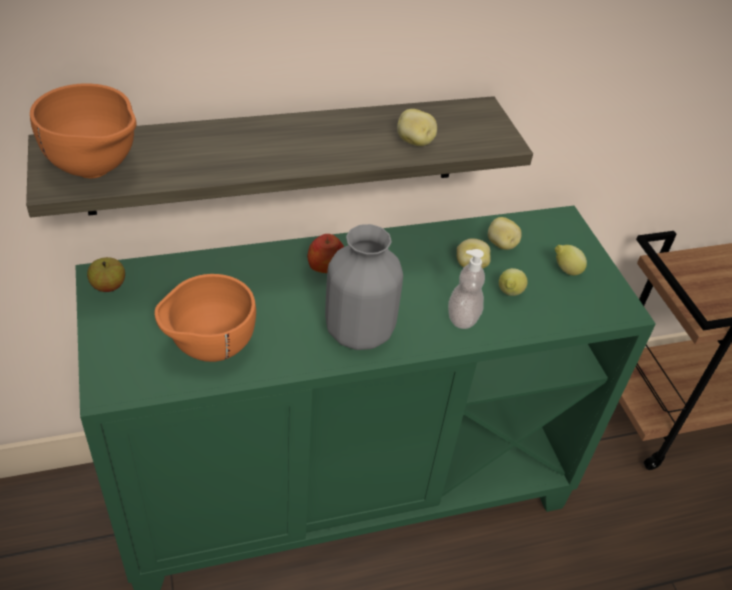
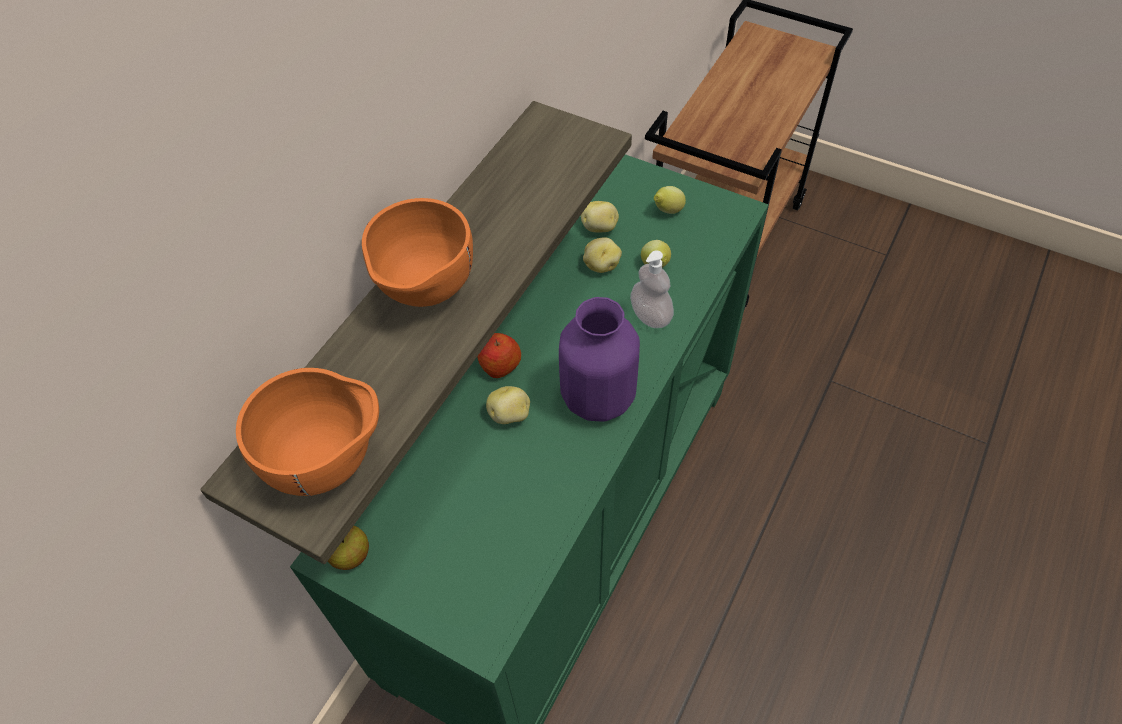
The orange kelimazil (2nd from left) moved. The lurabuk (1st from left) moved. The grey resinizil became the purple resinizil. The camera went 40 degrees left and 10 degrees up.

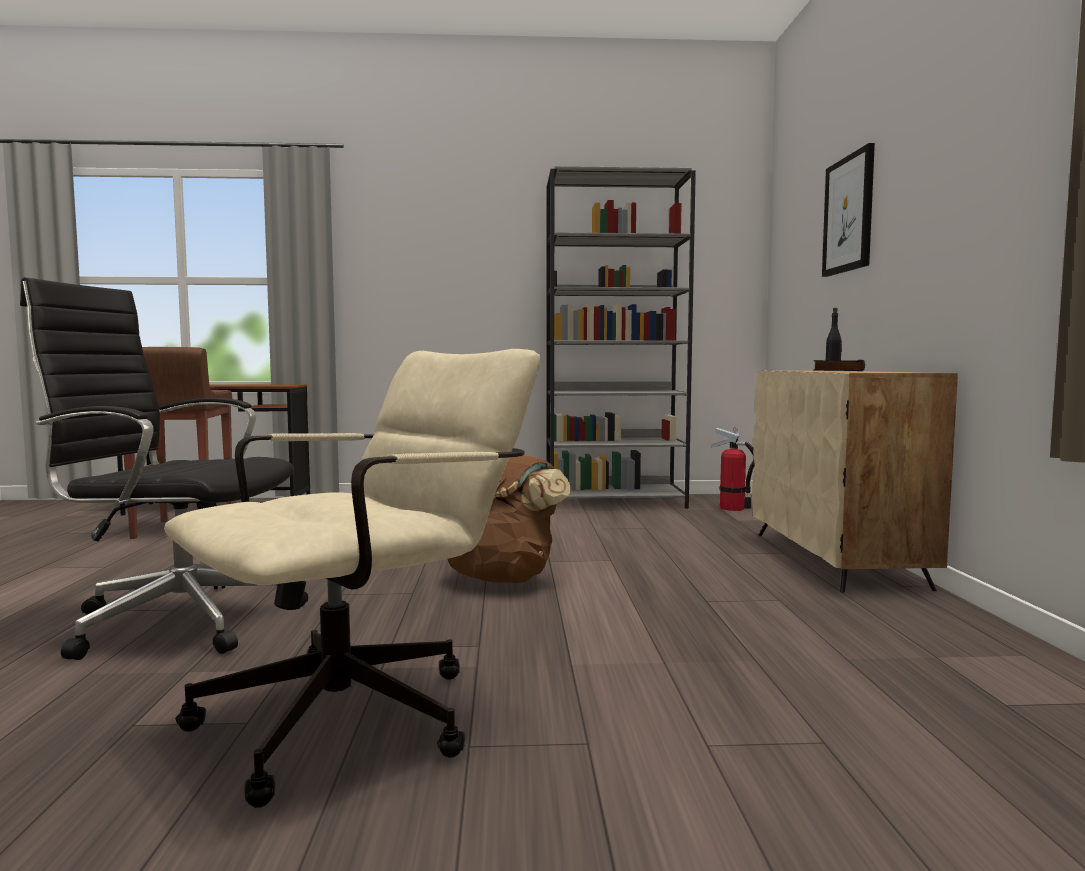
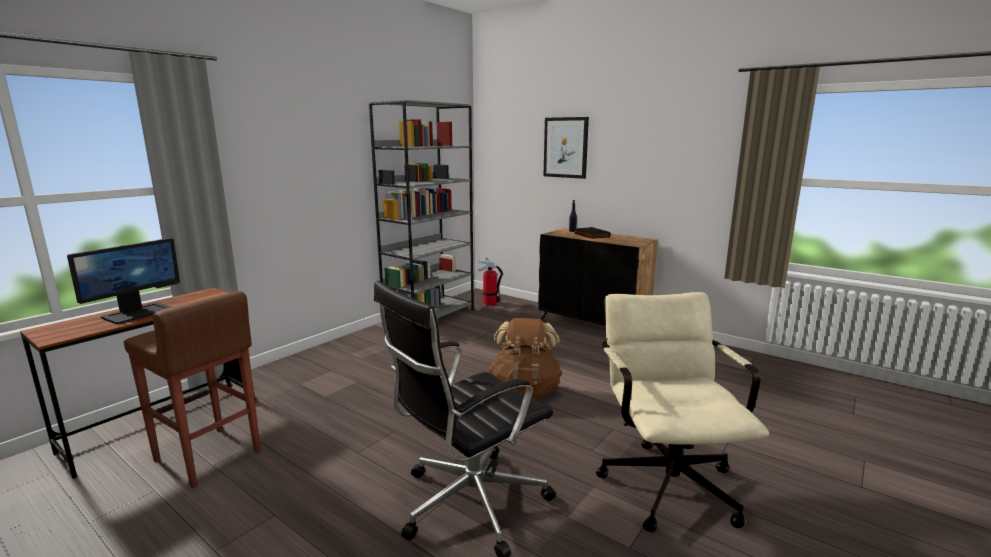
The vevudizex appeared. The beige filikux became the black filikux. The camera went 50 degrees left and 10 degrees up.

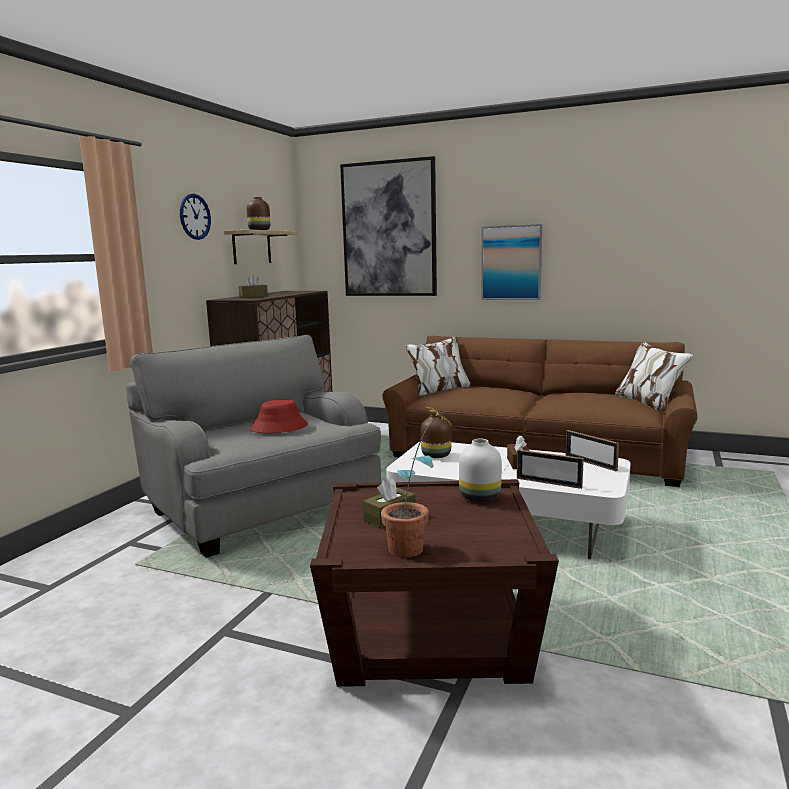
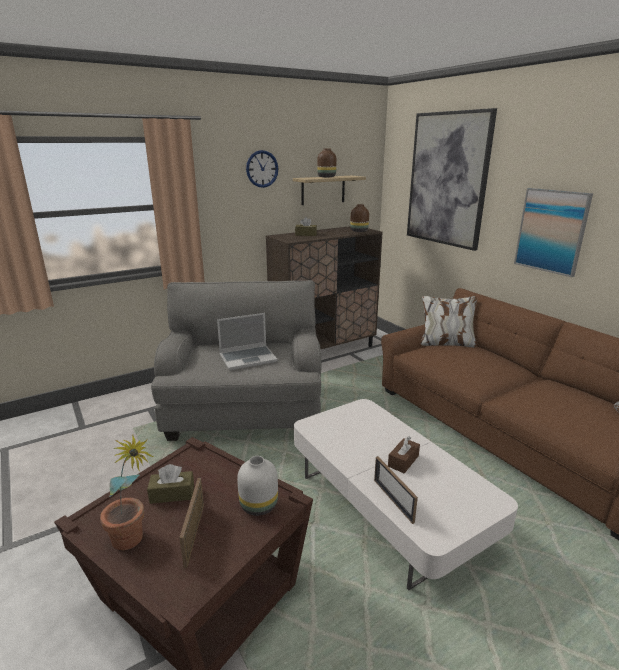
The brown resinizil (2nd from left) moved. The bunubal (2nd from left in the first image) moved. The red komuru was replaced by the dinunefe. The camera went 35 degrees right and 10 degrees up.

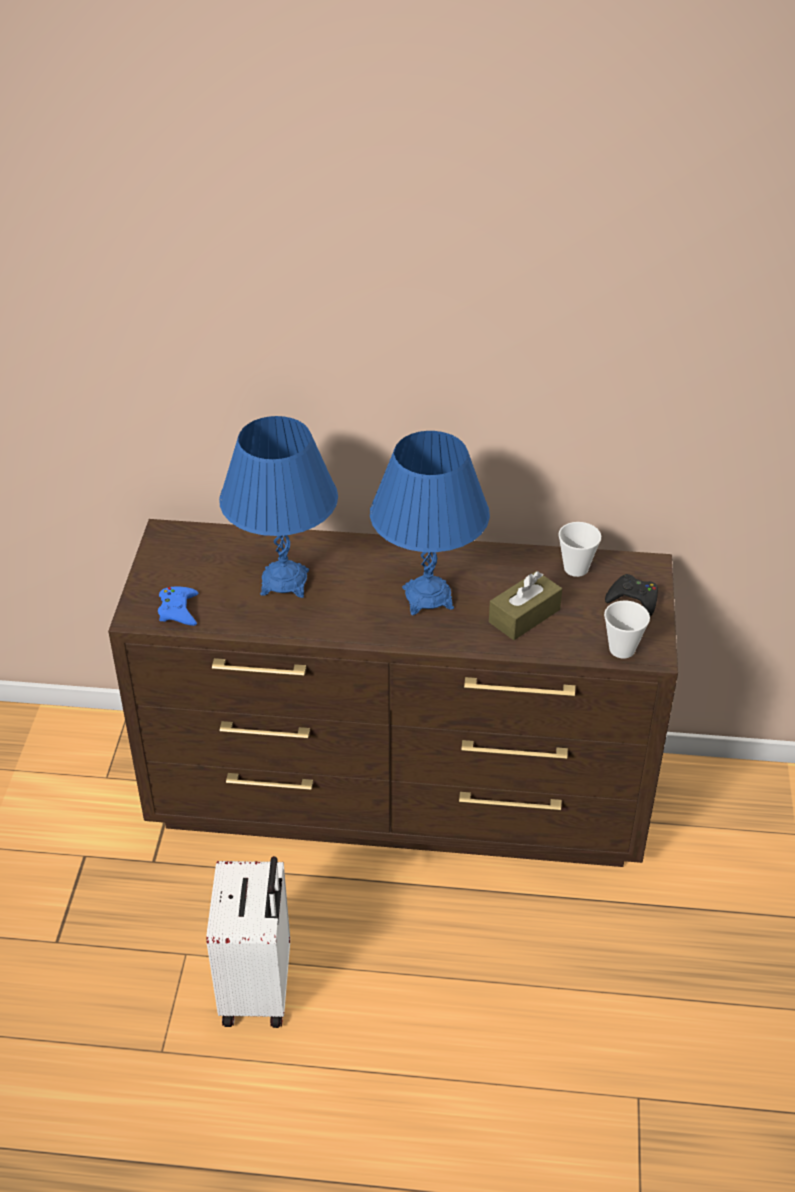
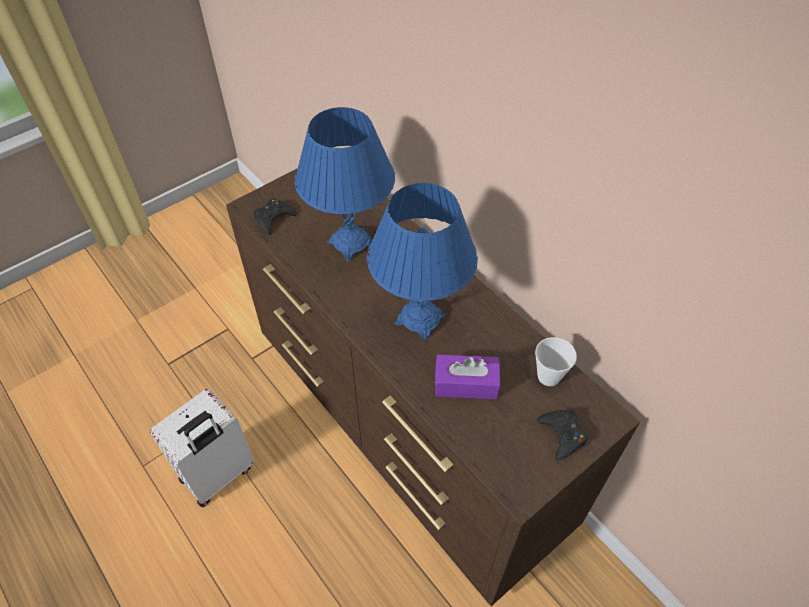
The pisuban (2nd from left) disappeared. The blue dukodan became the black dukodan (1st from left). The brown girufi became the purple girufi. The camera went 45 degrees right and 10 degrees up.

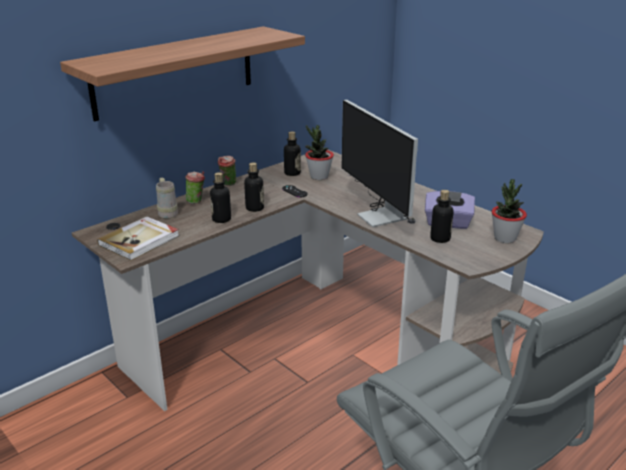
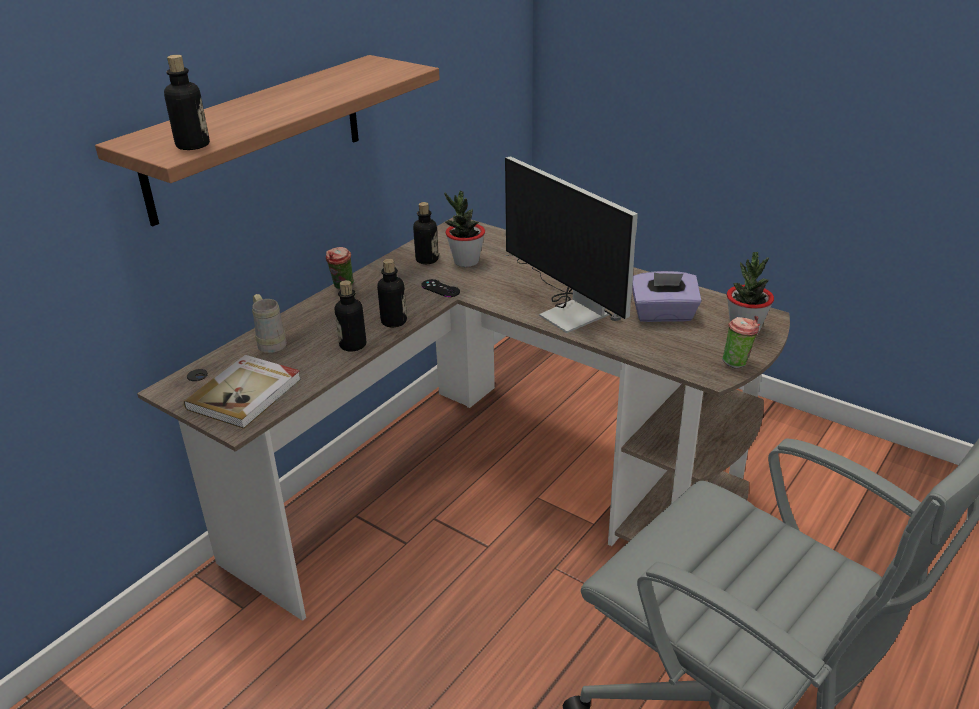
The pisuban (1st from left in the first image) moved. The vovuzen (4th from left in the first image) moved. The camera went 10 degrees left and 5 degrees up.

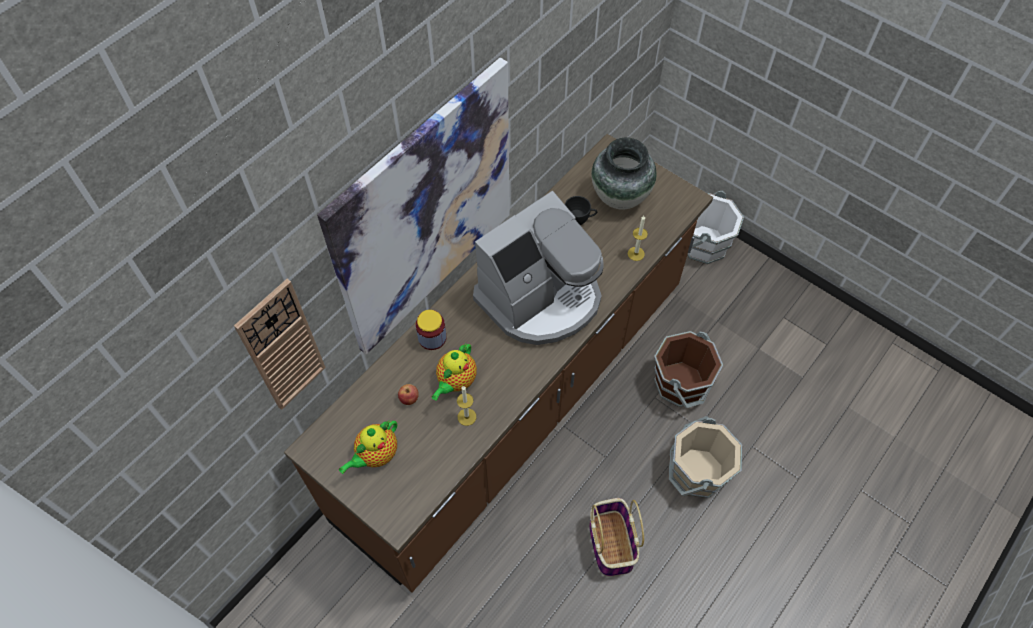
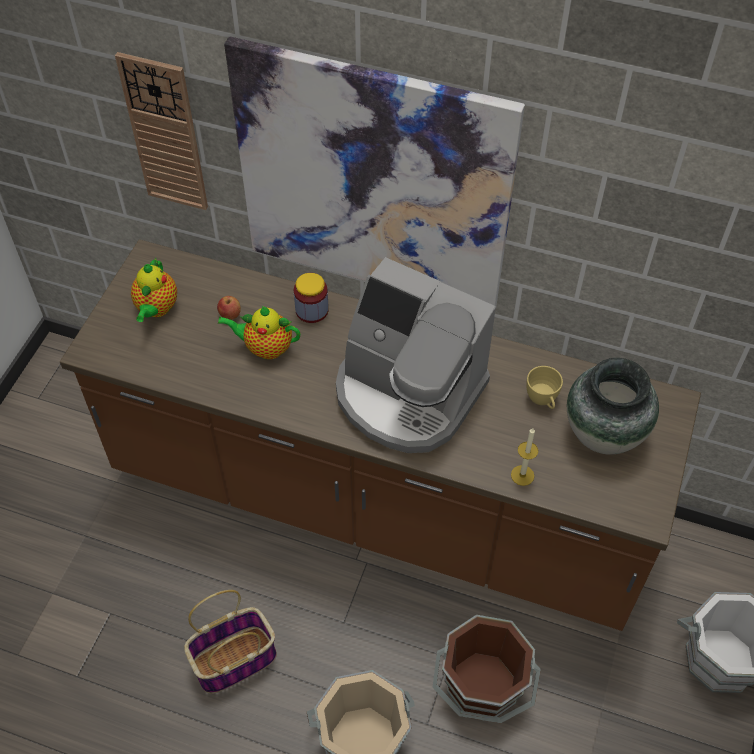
The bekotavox (1st from left) disappeared. The black pisuban became the yellow pisuban. The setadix (1st from left) turned 105 degrees counterclockwise. The camera went 70 degrees right and 5 degrees down.

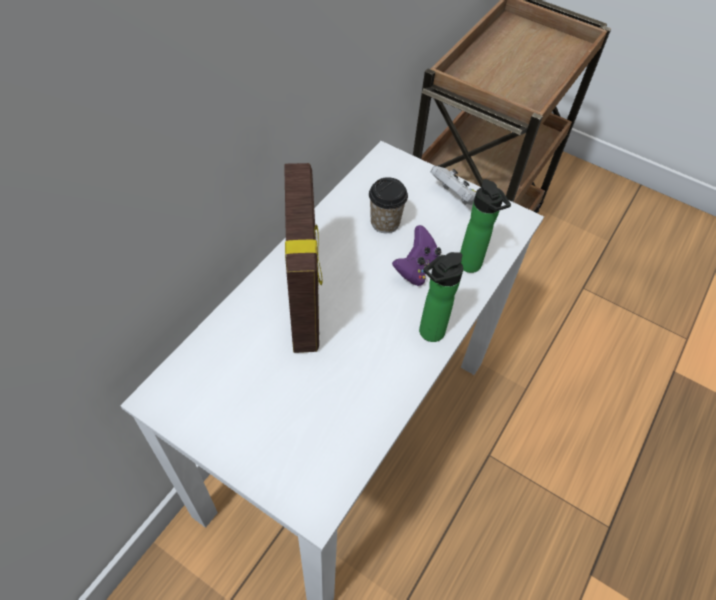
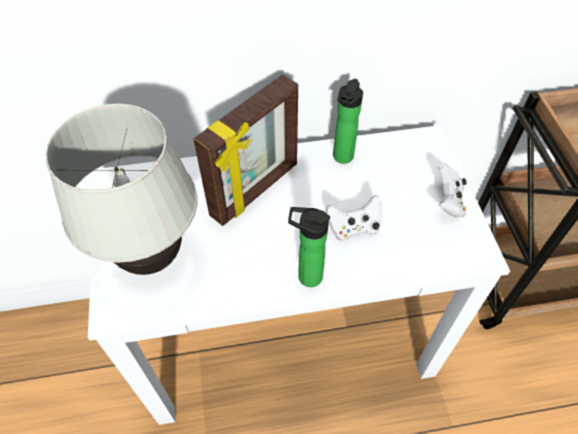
The pisuban disappeared. The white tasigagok appeared. The vovuzen (2nd from left) moved. The purple dukodan became the white dukodan (1st from left). The camera went 50 degrees right and 0 degrees up.

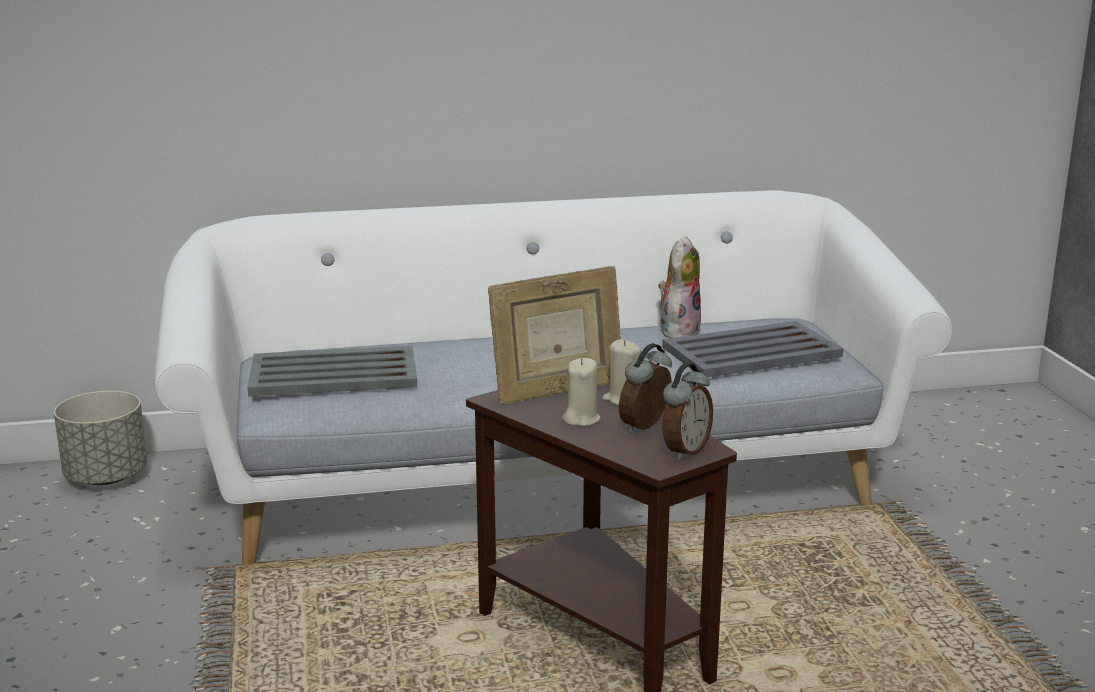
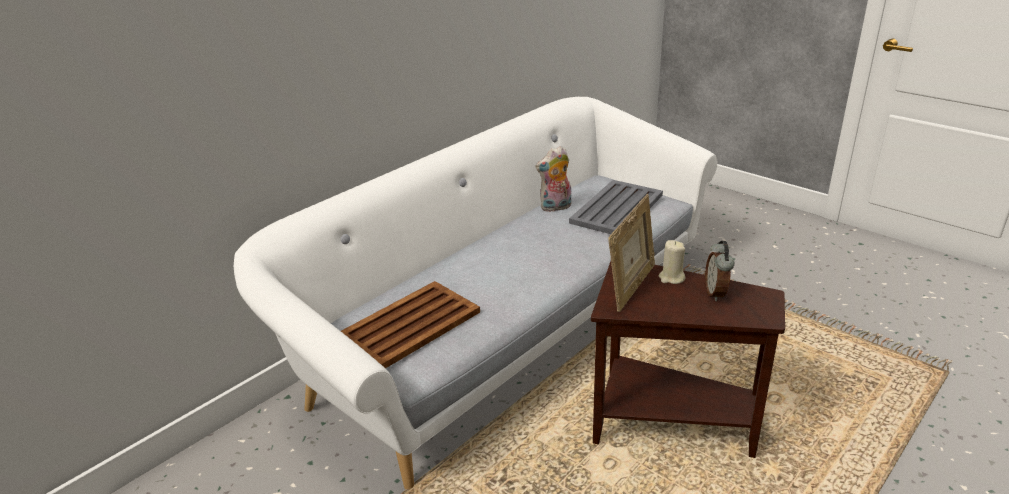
The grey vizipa disappeared. The beige bekotavox (1st from left) disappeared. The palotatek (2nd from left) disappeared. The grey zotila (1st from left) became the brown zotila. The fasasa turned 105 degrees counterclockwise. The camera went 35 degrees left and 10 degrees up.

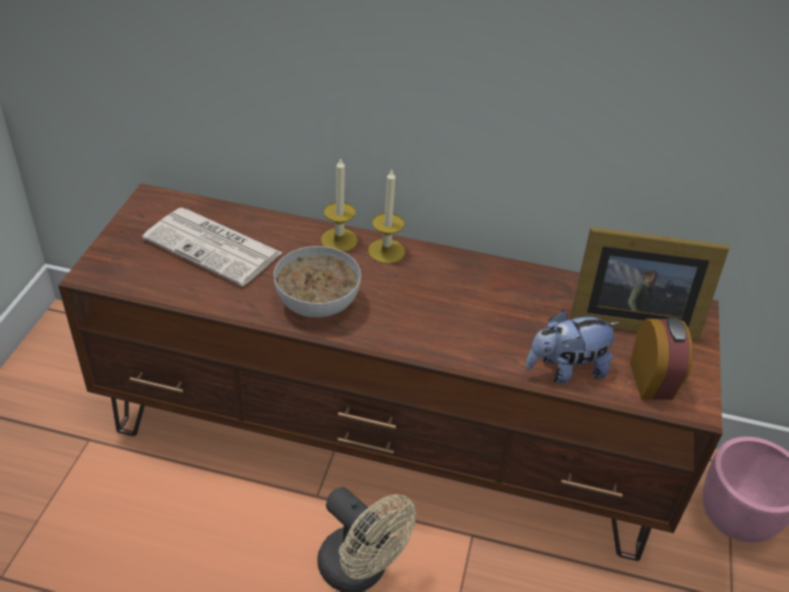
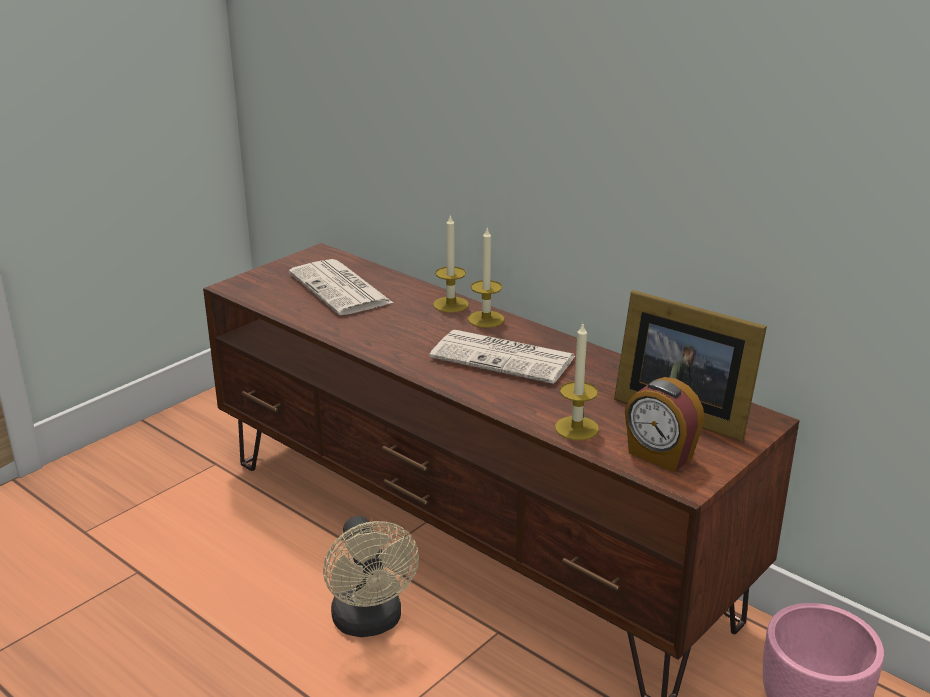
The kelimazil disappeared. The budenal (2nd from left) appeared. The fasasa was replaced by the bekotavox (3rd from left). The palotatek turned 105 degrees clockwise. The camera went 30 degrees right and 15 degrees down.

